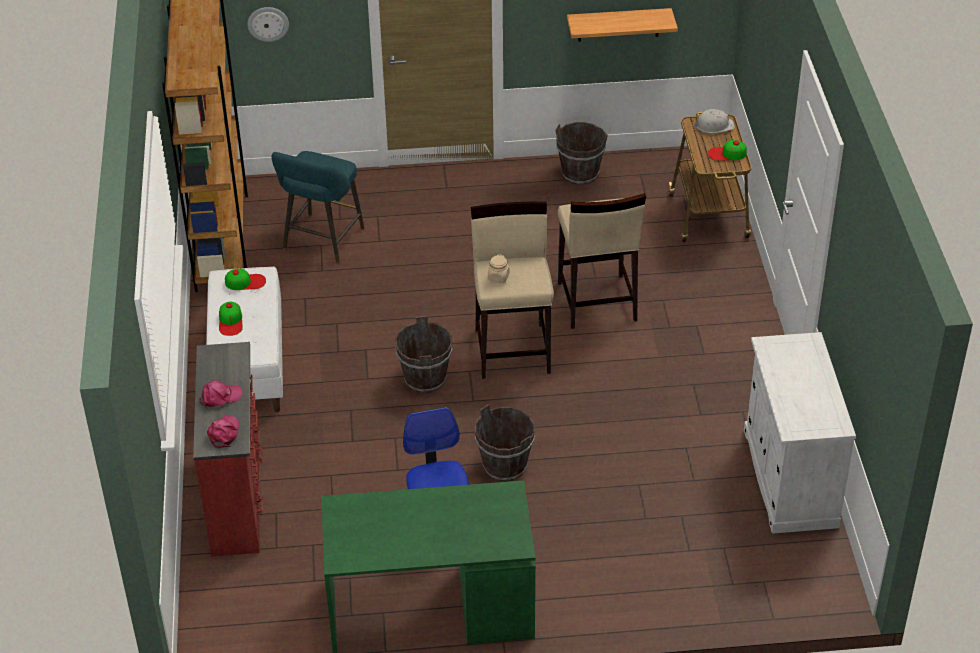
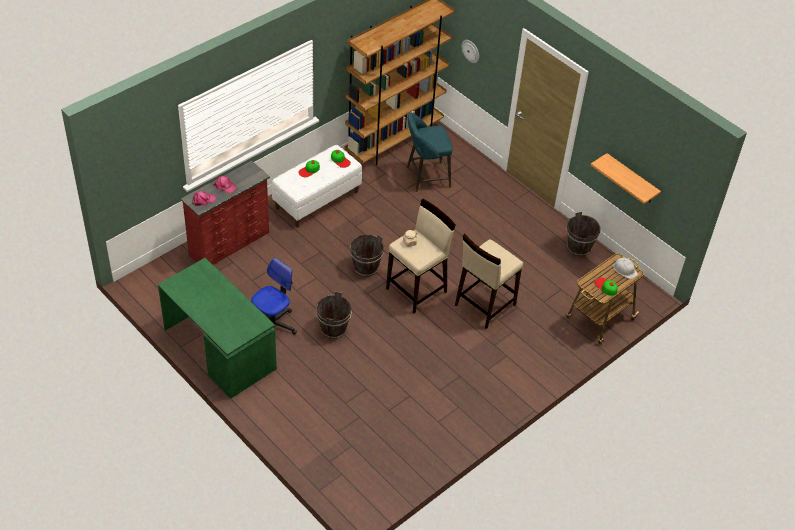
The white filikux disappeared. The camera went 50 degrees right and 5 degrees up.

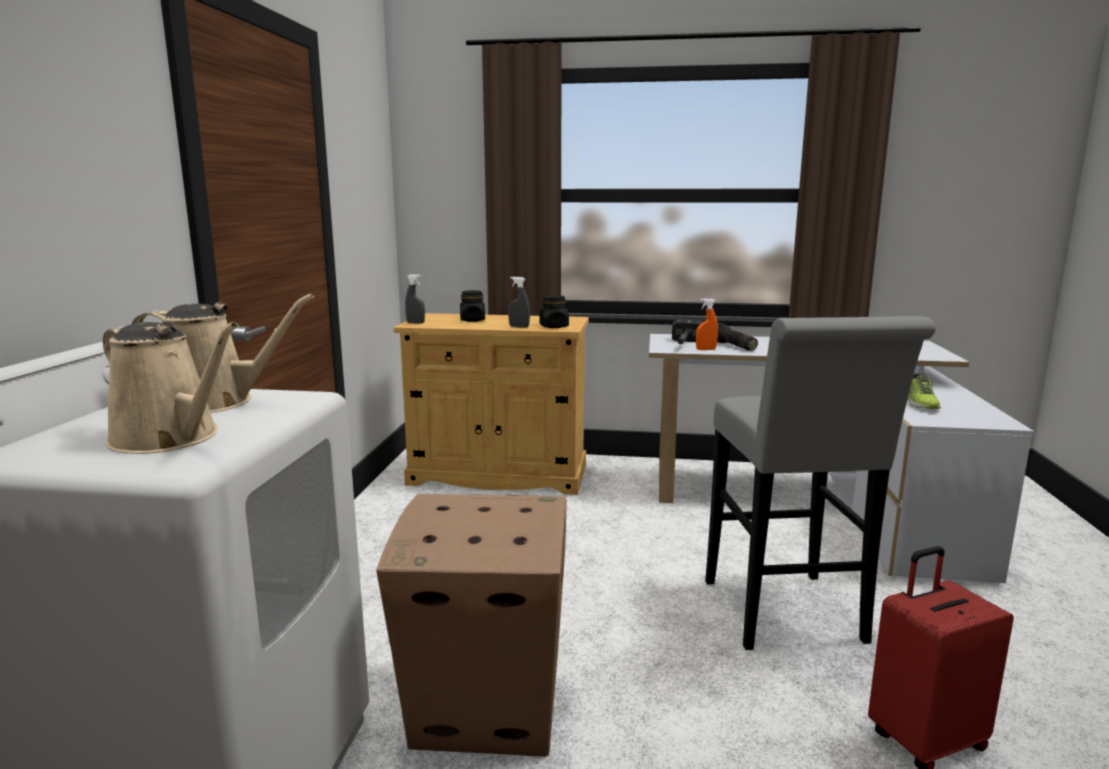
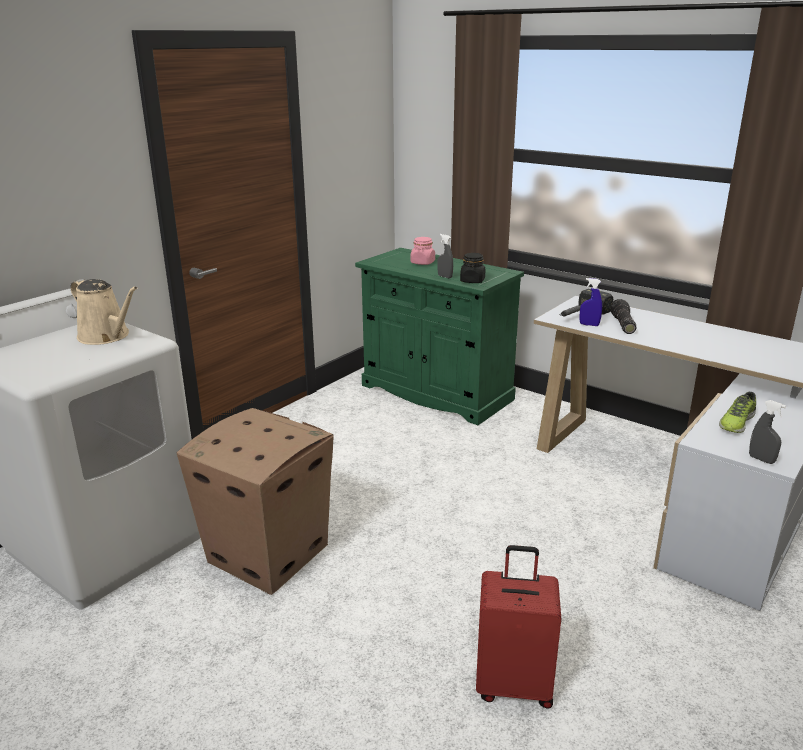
The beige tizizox (1st from left) disappeared. The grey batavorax disappeared. The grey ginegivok (1st from left in the first image) moved. The beige filikux became the green filikux. The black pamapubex (1st from left) became the pink pamapubex. The orange ginegivok became the blue ginegivok. The camera went 30 degrees right and 10 degrees up.

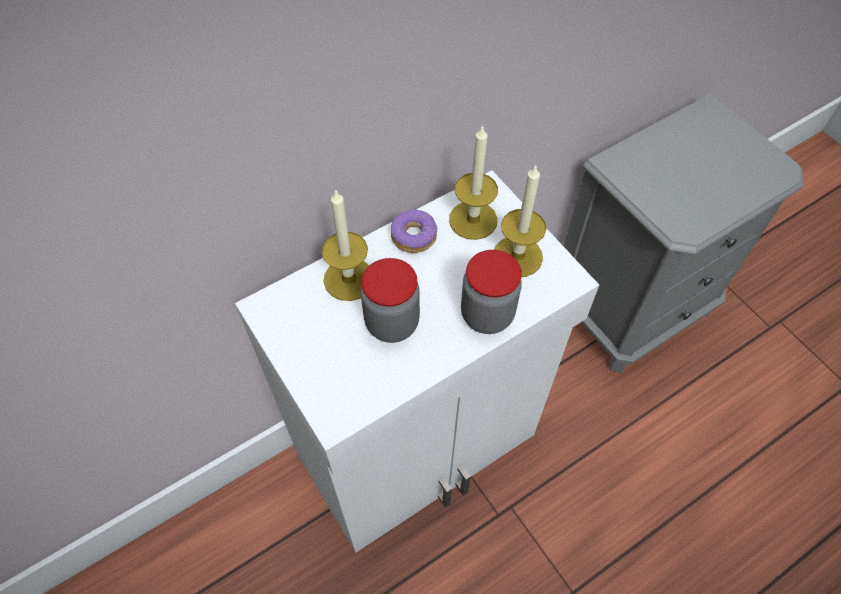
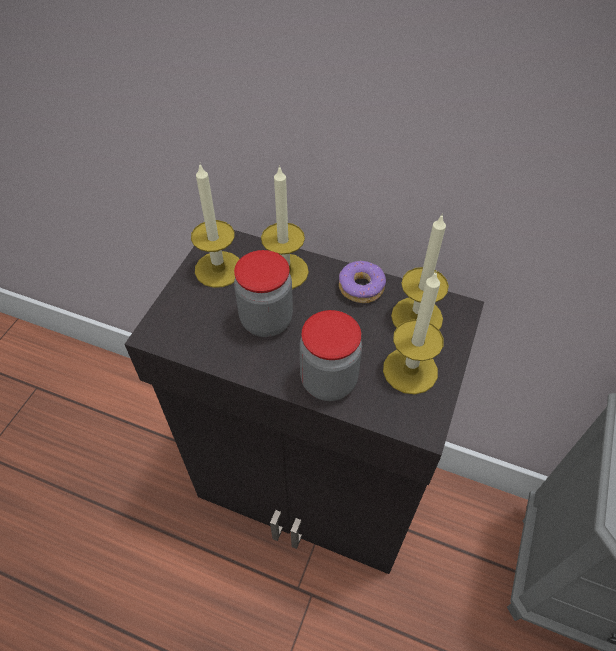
The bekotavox (1st from left) appeared. The white filikux became the black filikux. The camera went 55 degrees right and 5 degrees down.

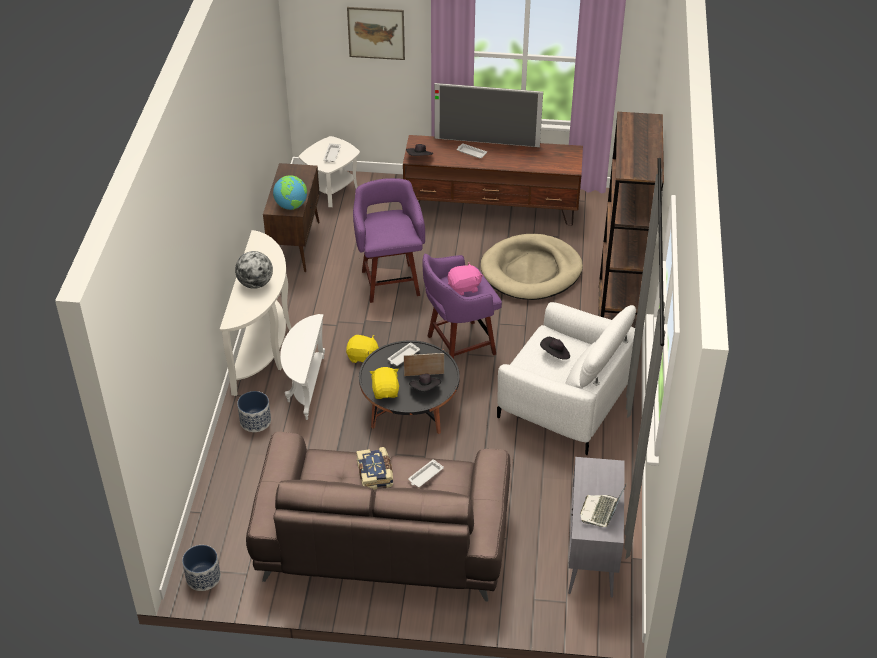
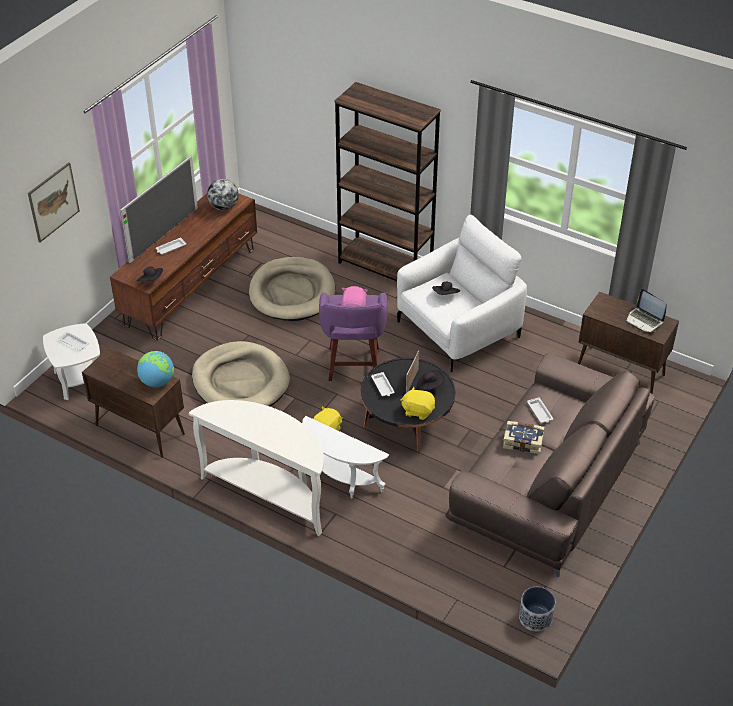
The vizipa (2nd from left) disappeared. The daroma (1st from left in the first image) moved. The purple batavorax (1st from left) was replaced by the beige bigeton (1st from left). The grey filikux became the brown filikux (2nd from left). The camera went 65 degrees left and 0 degrees up.

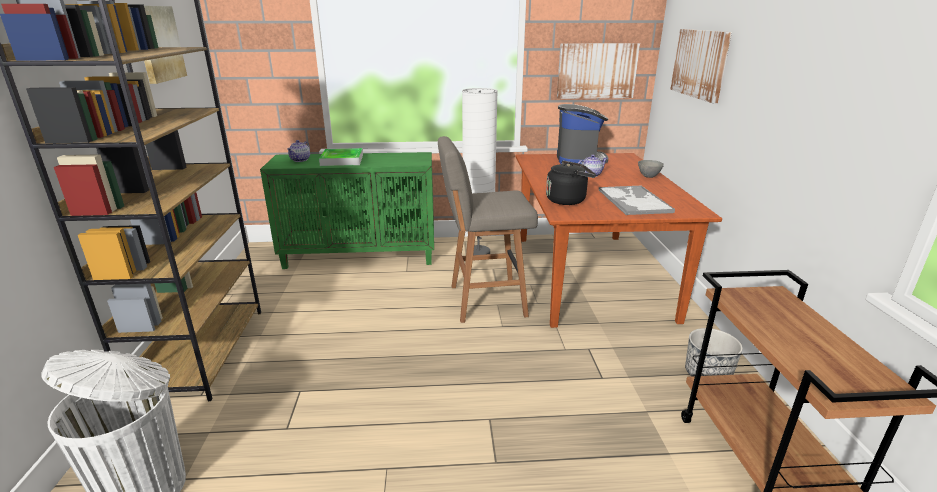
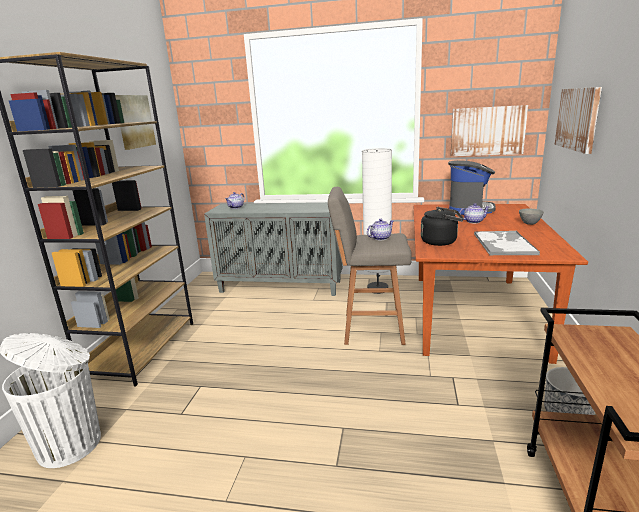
The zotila (1st from left) disappeared. The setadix (2nd from left) appeared. The green filikux became the grey filikux. The camera went 15 degrees right and 5 degrees down.

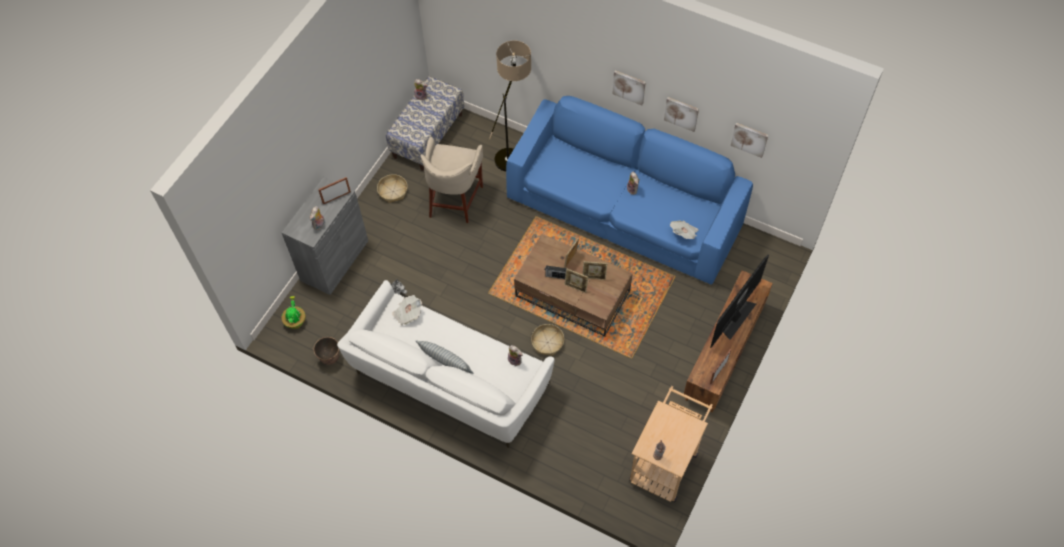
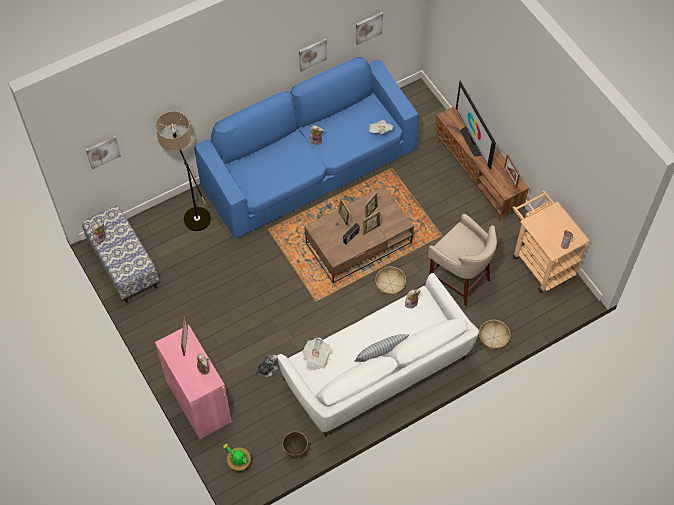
The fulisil (1st from left in the first image) moved. The beige batavorax moved. The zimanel (1st from left) moved. The grey filikux became the pink filikux. The camera went 60 degrees left and 0 degrees up.

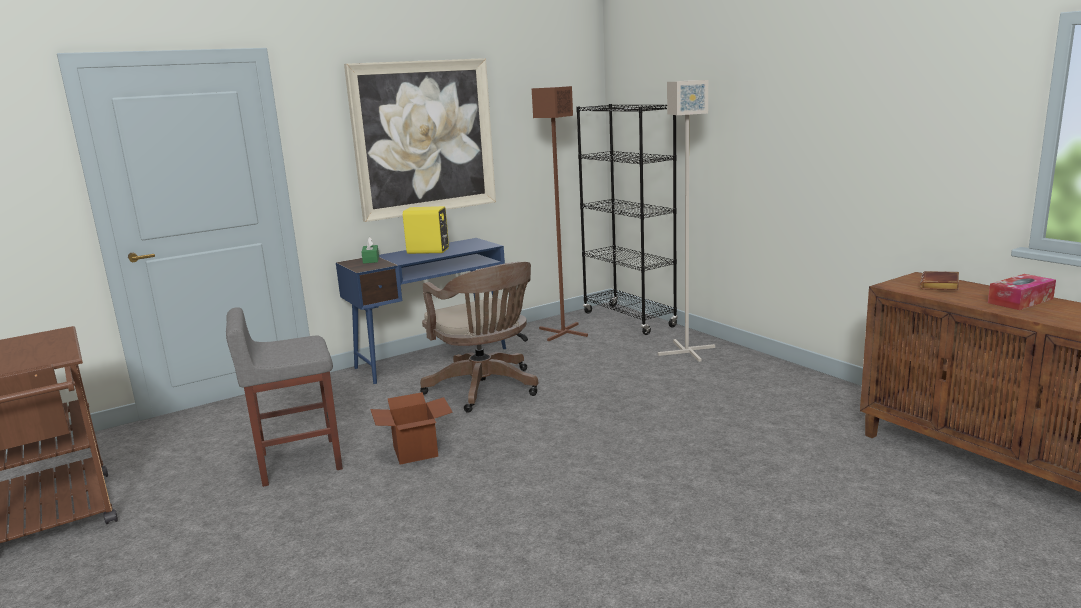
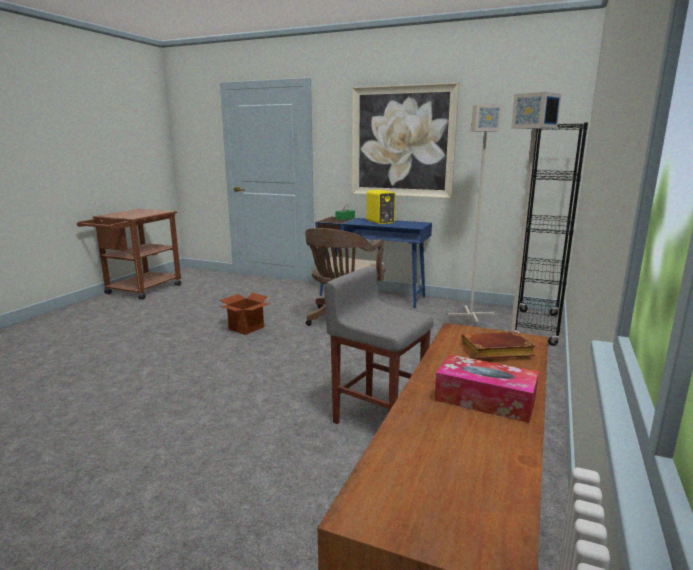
The grey batavorax moved. The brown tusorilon became the grey tusorilon (1st from left). The camera went 55 degrees right and 0 degrees up.

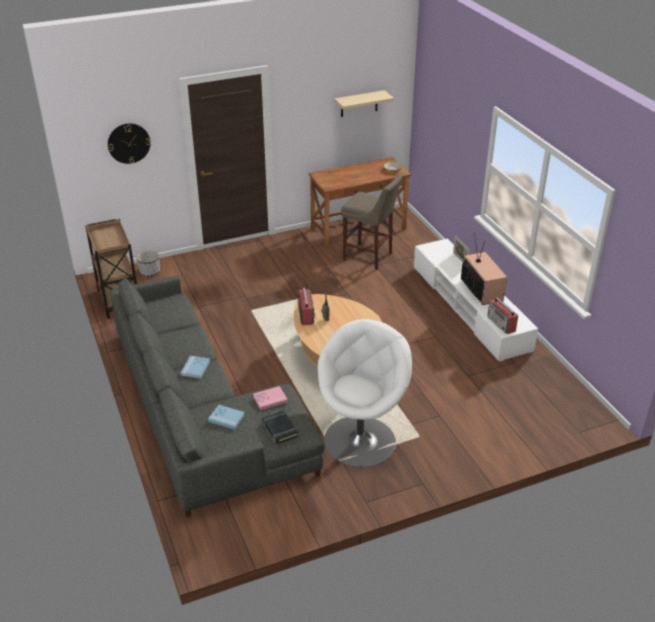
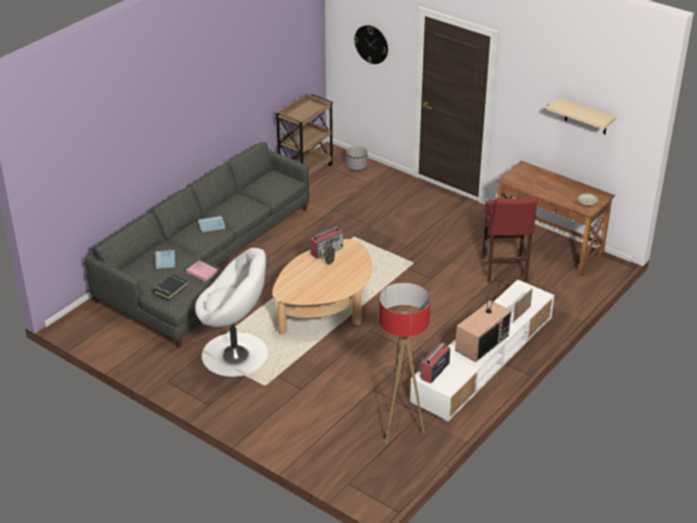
The tusorilon appeared. The beige batavorax became the red batavorax. The camera went 60 degrees right and 0 degrees up.

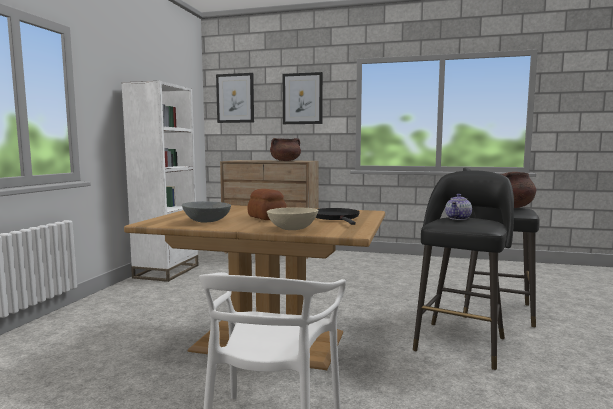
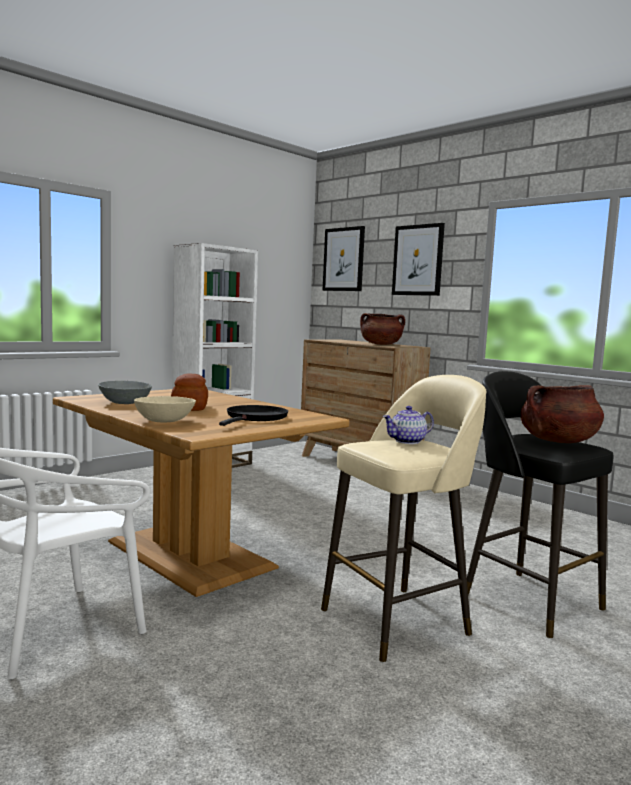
The black batavorax (1st from left) became the beige batavorax. The camera went 30 degrees right and 0 degrees up.

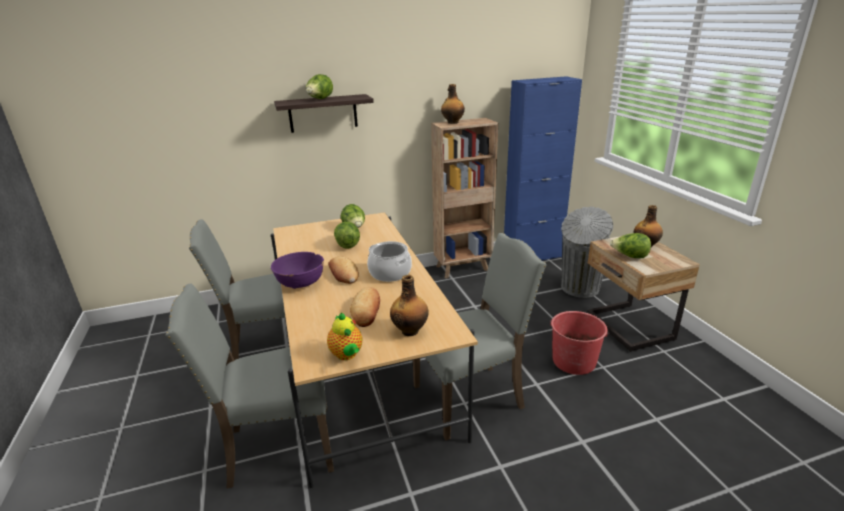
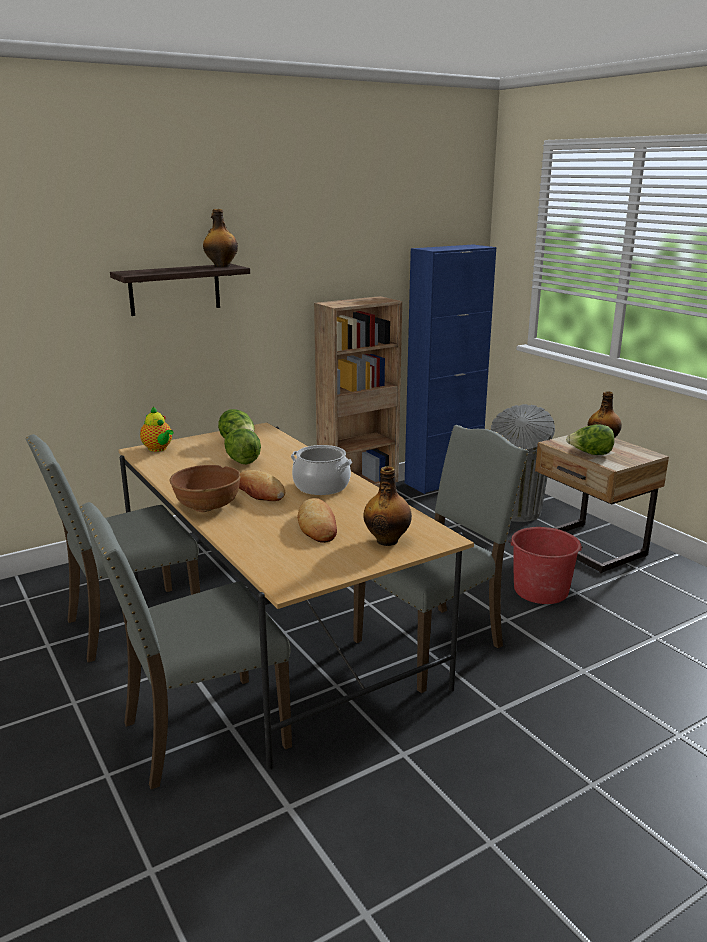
The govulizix (1st from left) disappeared. The setadix moved. The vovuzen (2nd from left in the first image) moved. The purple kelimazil became the brown kelimazil. The camera went 15 degrees left and 5 degrees down.

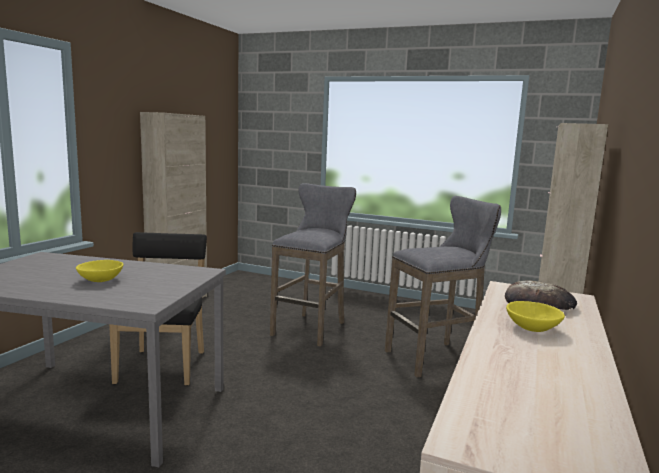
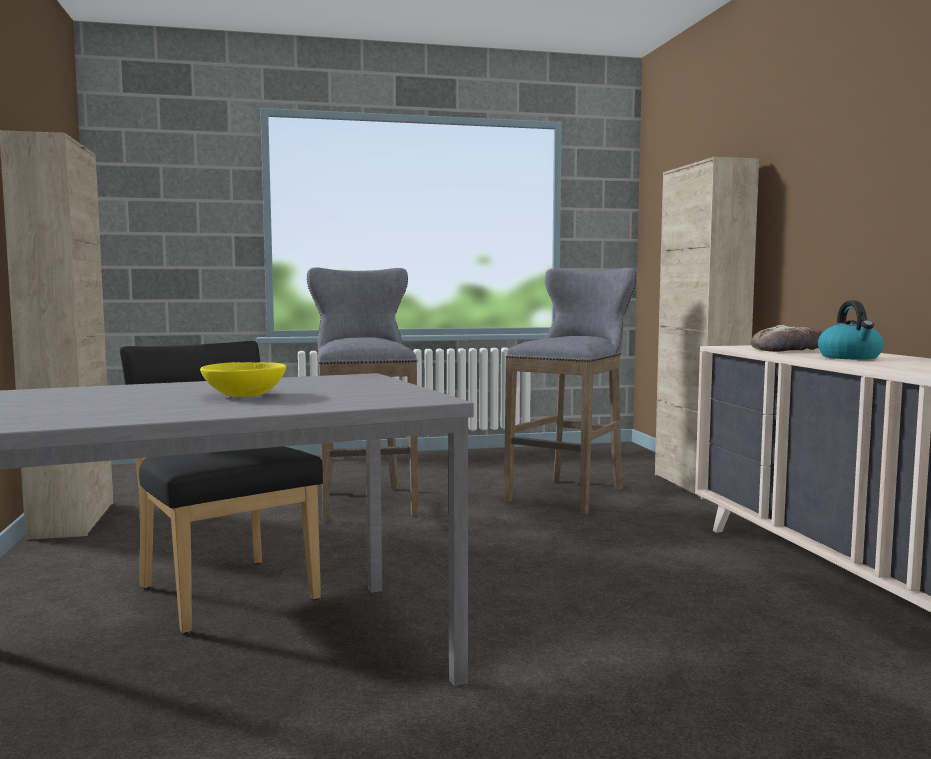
The yellow kelimazil (2nd from left) was replaced by the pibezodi. The camera went 35 degrees left and 5 degrees down.

